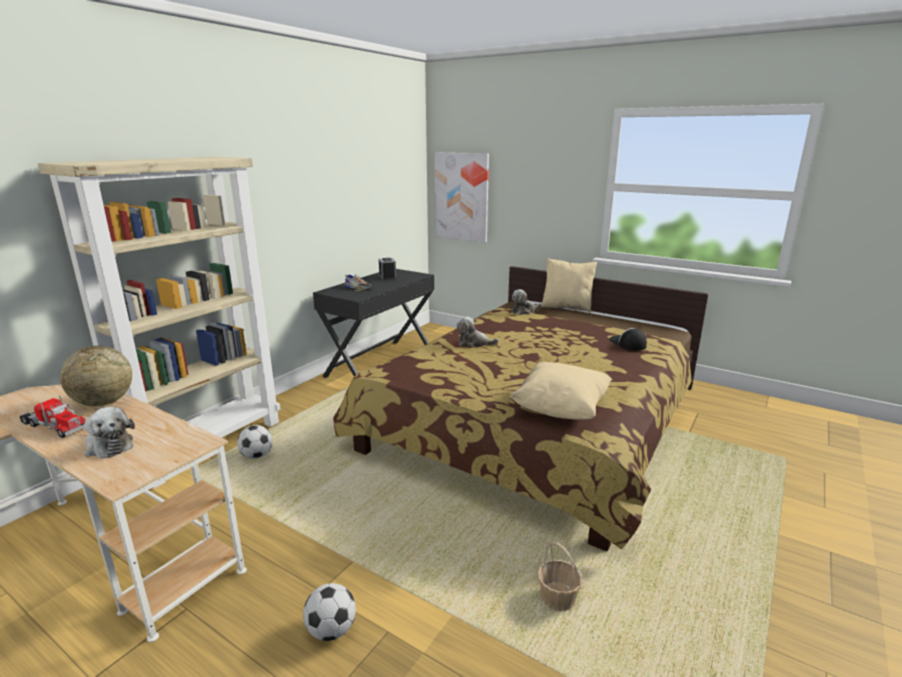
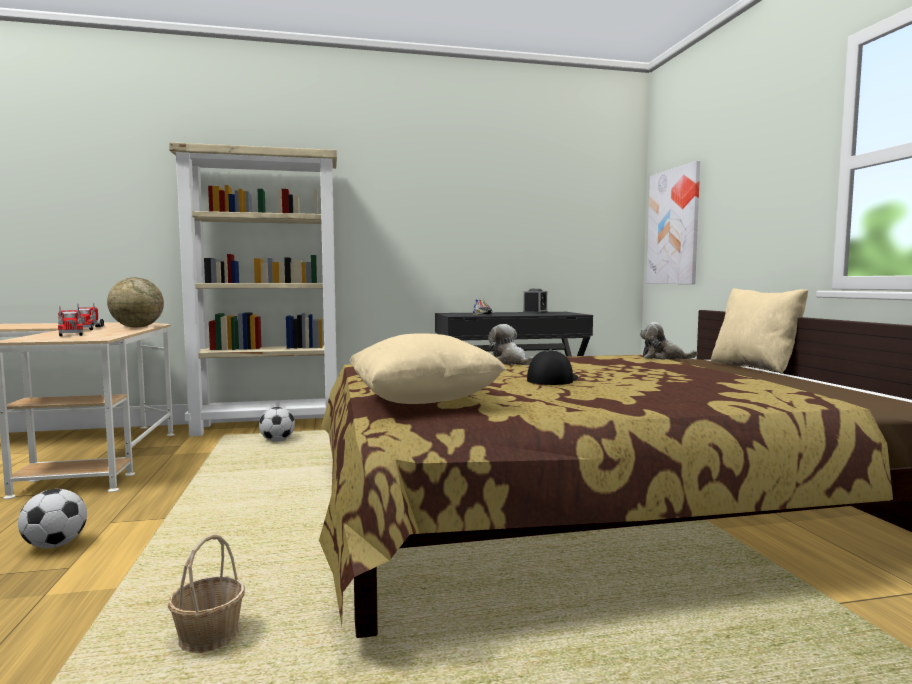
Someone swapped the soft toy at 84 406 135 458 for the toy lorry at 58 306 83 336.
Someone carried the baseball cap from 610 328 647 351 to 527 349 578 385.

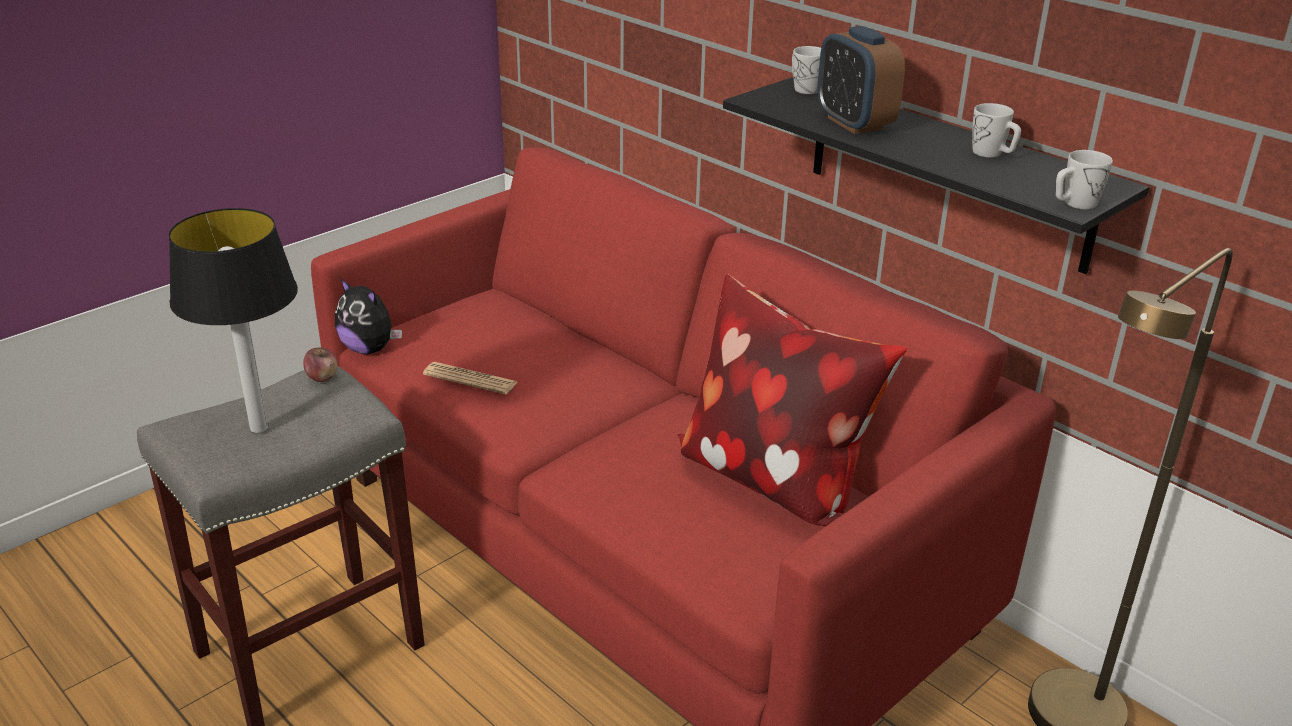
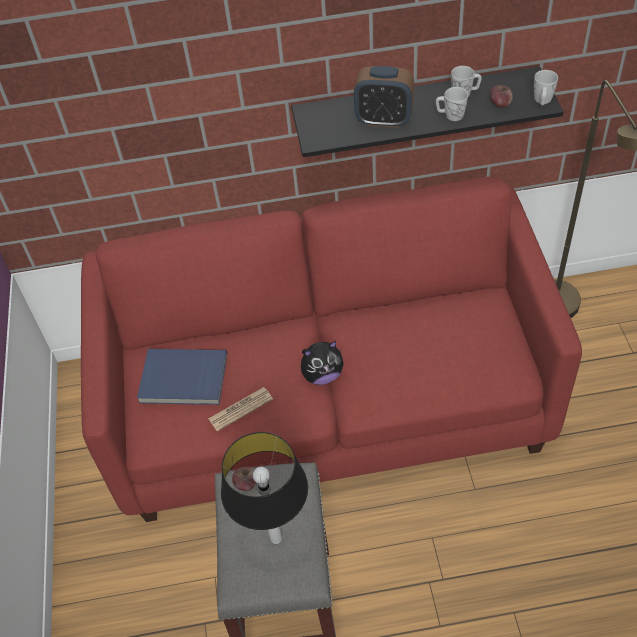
Someone carried the soft toy from 335 278 402 354 to 301 341 344 385.
Someone took away the cushion at 677 274 907 527.
Someone carried the whitish coffee mug from 792 46 821 94 to 436 87 468 121.
Someone put down the blue-coloured bound book at 137 349 227 405.
Someone put down the whole apple at 490 85 513 108.

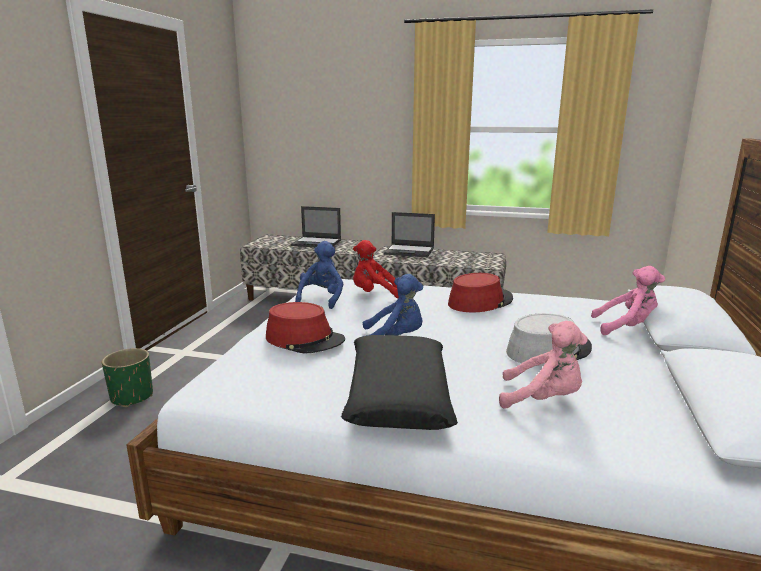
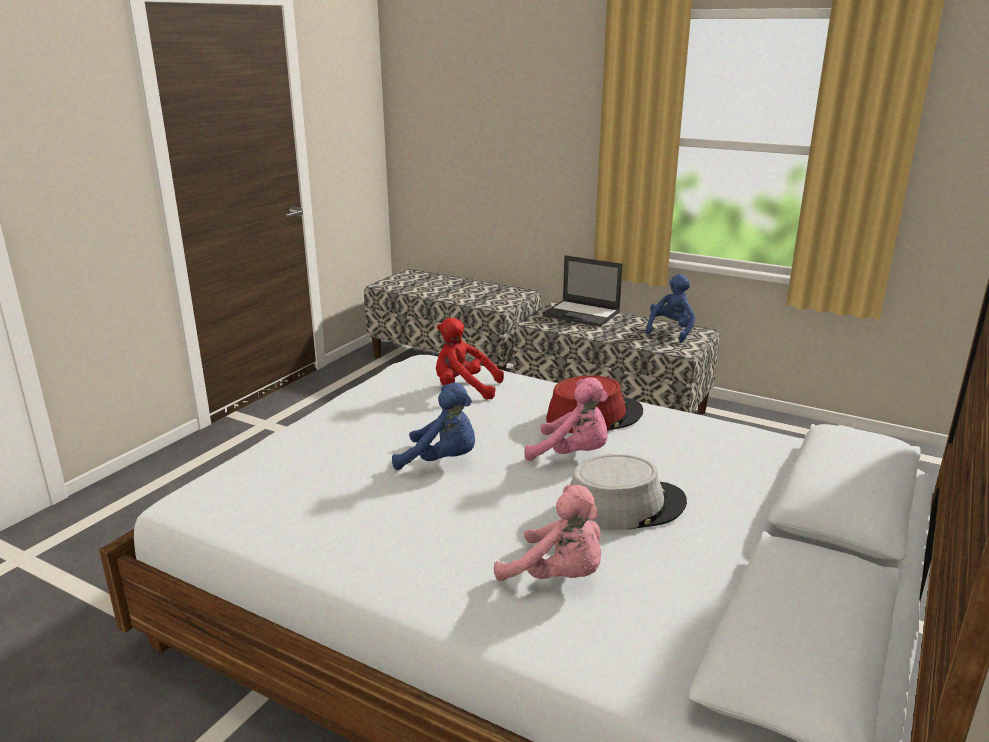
Someone took away the green flower pot at 102 348 153 407.
Someone took away the reddish hat at 266 302 345 354.
Someone took away the laptop at 291 206 341 247.
Someone carried the blue-coloured soft toy from 295 241 343 309 to 645 274 696 342.
Someone took away the black cushion at 341 335 458 430.
Someone carried the pinkish soft toy from 591 266 665 335 to 524 377 608 461.

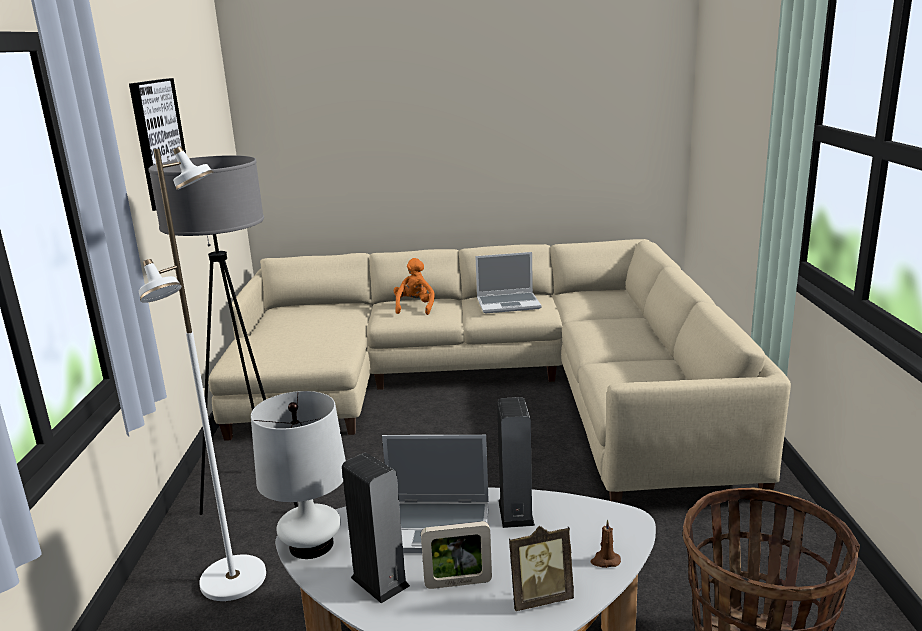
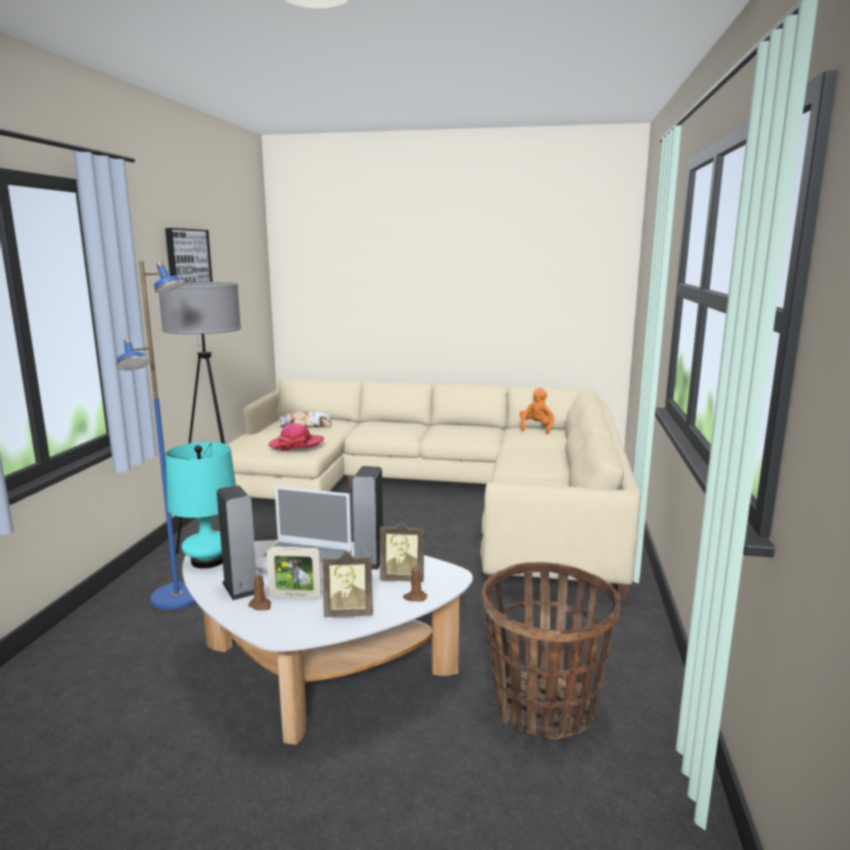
Someone repainted the whitish standard lamp at 139 146 266 601, which became the blue-coloured standard lamp at 116 261 196 610.
Someone repainted the whitish tabletop lamp at 251 391 346 559, which became the turquoise tabletop lamp at 165 442 236 569.
Someone carried the orange-coloured soft toy from 394 258 435 315 to 520 388 554 434.
Someone took away the laptop at 475 252 541 314.
Someone put down the brown-coloured wax candle at 248 569 271 610.
Someone put down the hat at 268 423 324 450.
Someone put down the cushion at 279 411 332 428.
Someone put down the photo frame at 380 522 424 582.

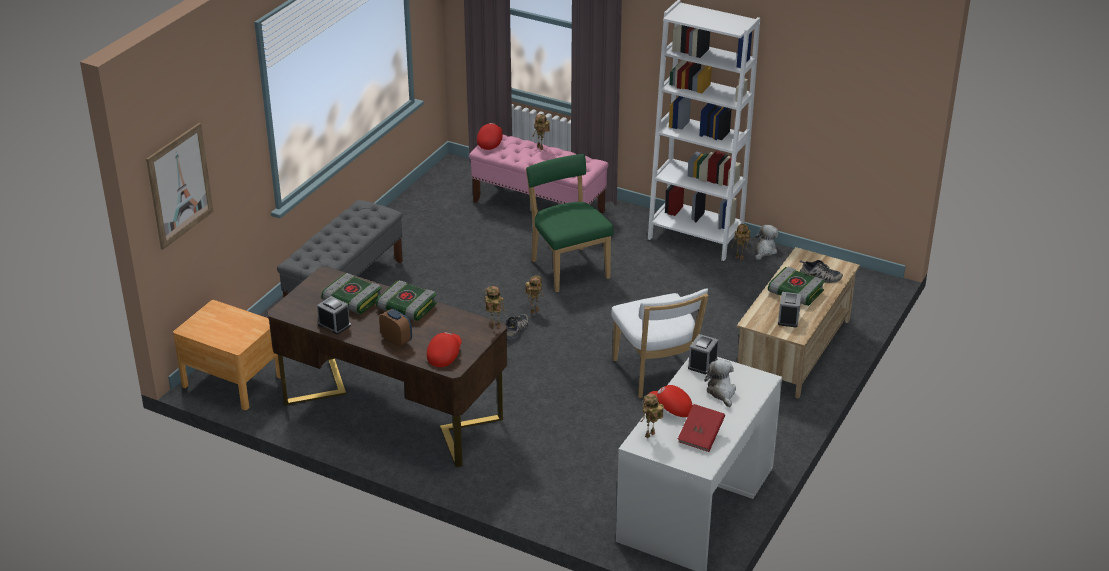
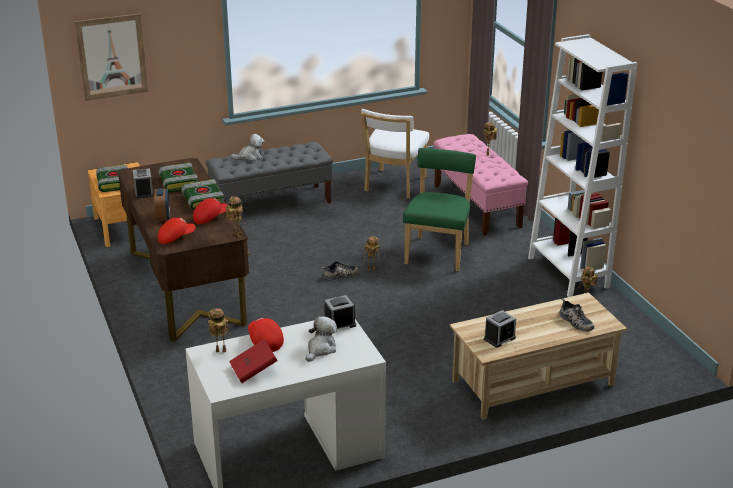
Someone carried the reddish baseball cap from 477 123 503 150 to 193 198 228 224.
Someone carried the whitish chair from 611 289 709 398 to 361 109 429 199.
Someone carried the soft toy from 755 225 779 260 to 231 134 264 161.
Someone carried the bound book from 768 267 825 306 to 96 165 128 192.

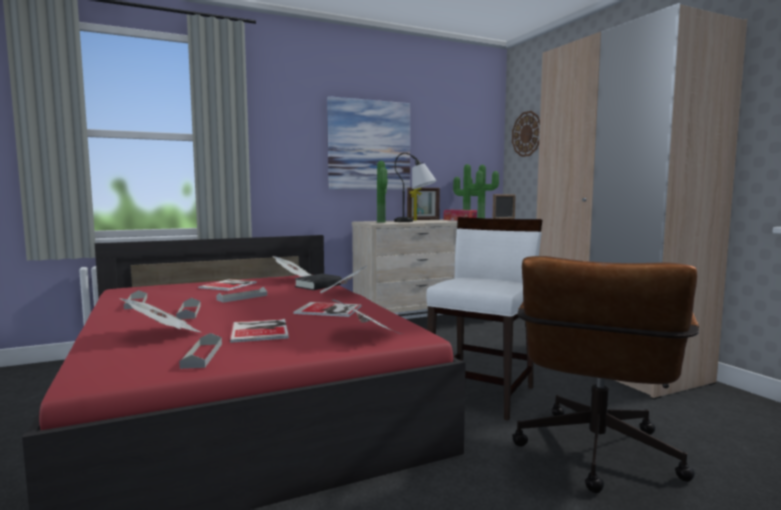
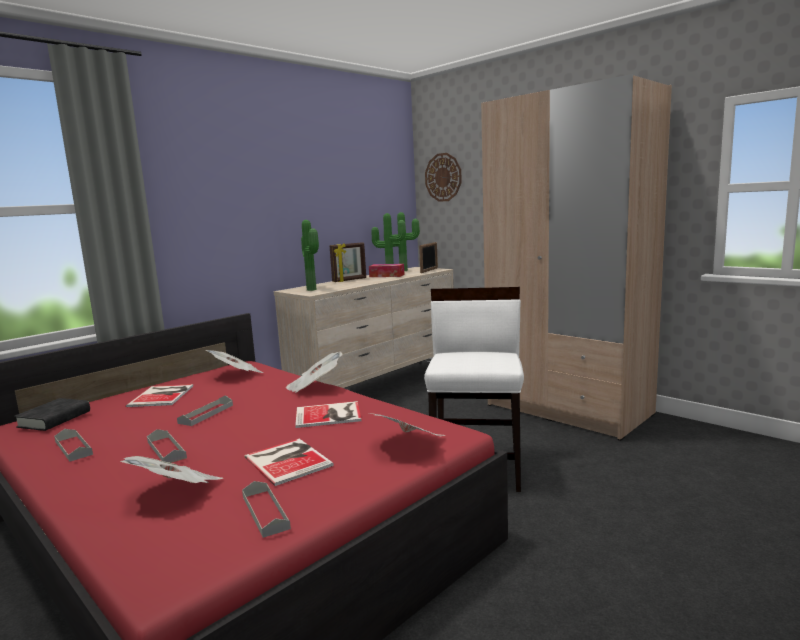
Someone carried the black bound book from 295 274 342 290 to 14 398 90 431.
Someone took away the wall art at 327 96 410 190.
Someone took away the tabletop lamp at 394 153 437 222.
Someone took away the brown-coloured office chair at 512 256 699 493.

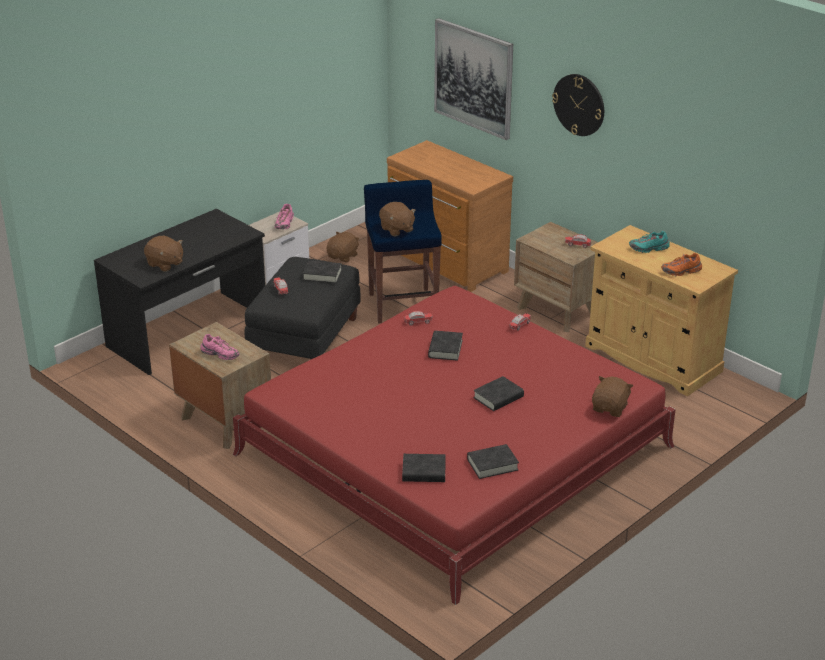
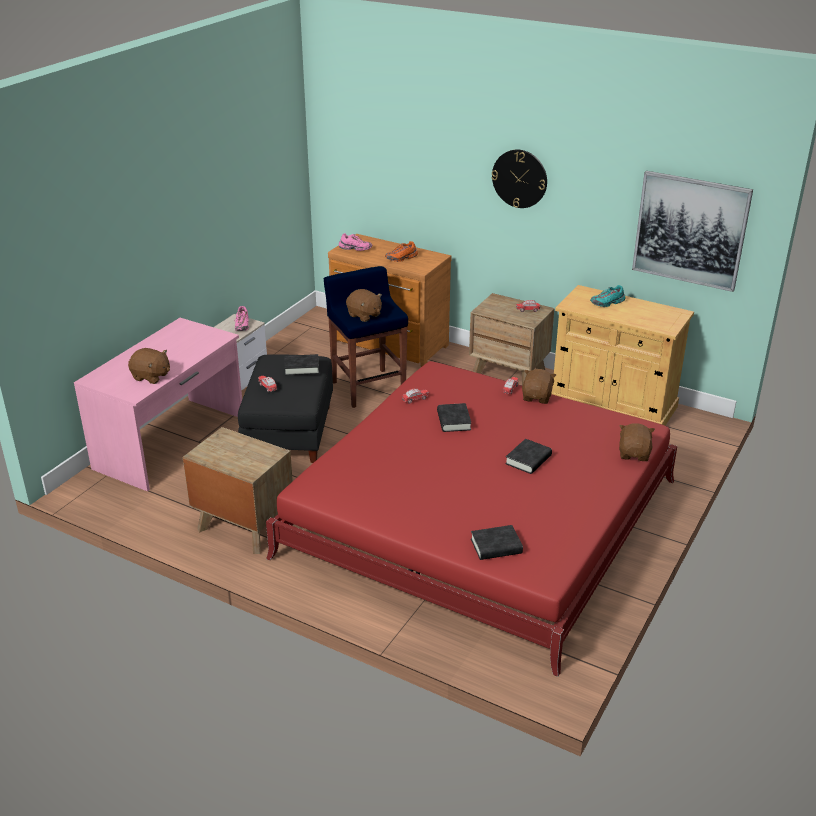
Someone repainted the black desk at 94 209 265 375, which became the pinkish desk at 74 318 242 492.
Someone carried the pinkish item of footwear from 200 334 240 360 to 339 233 372 251.
Someone carried the brown-coloured soft toy from 327 231 359 263 to 522 369 556 404.
Someone carried the wall art from 434 18 513 140 to 632 171 753 292.
Someone took away the black bound book at 467 444 519 479.
Someone carried the orange-coloured item of footwear from 661 253 702 276 to 385 241 418 262.

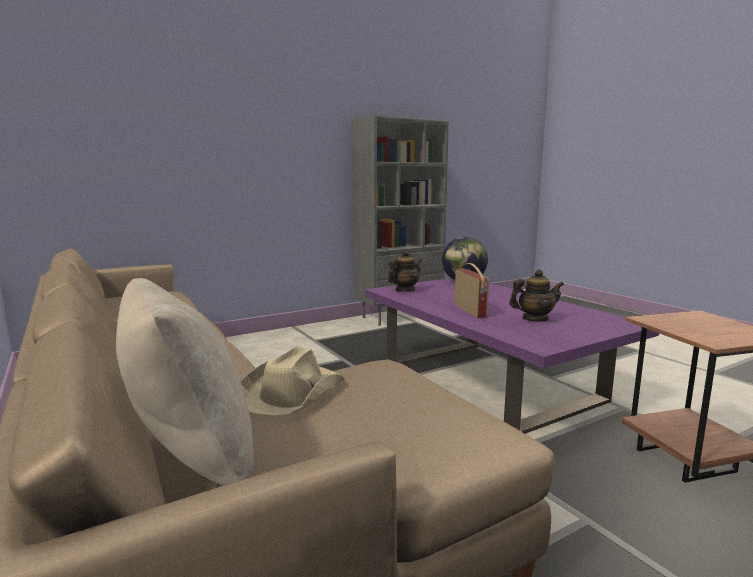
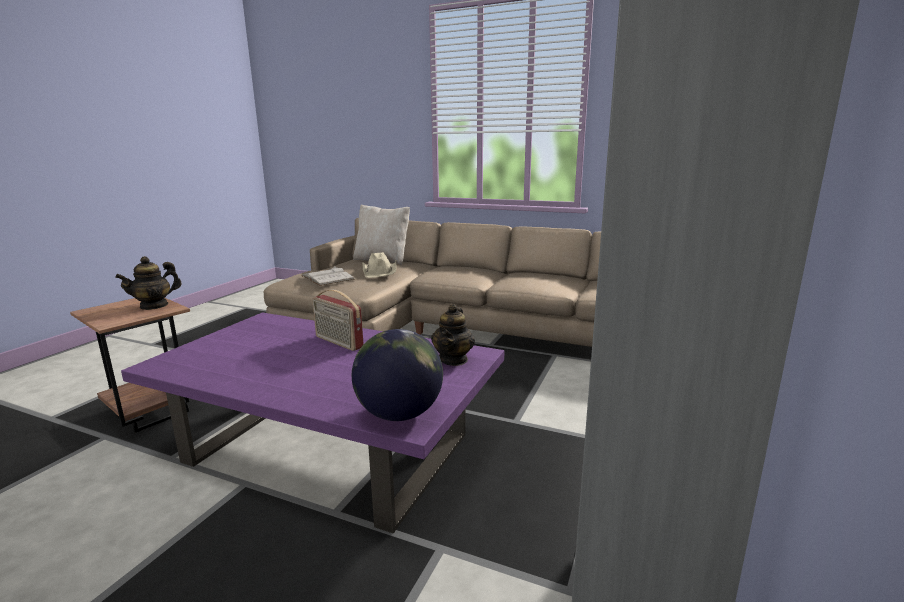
Someone carried the pot for tea from 509 269 564 322 to 115 256 182 310.
Someone put down the whitish bound book at 301 266 354 286.

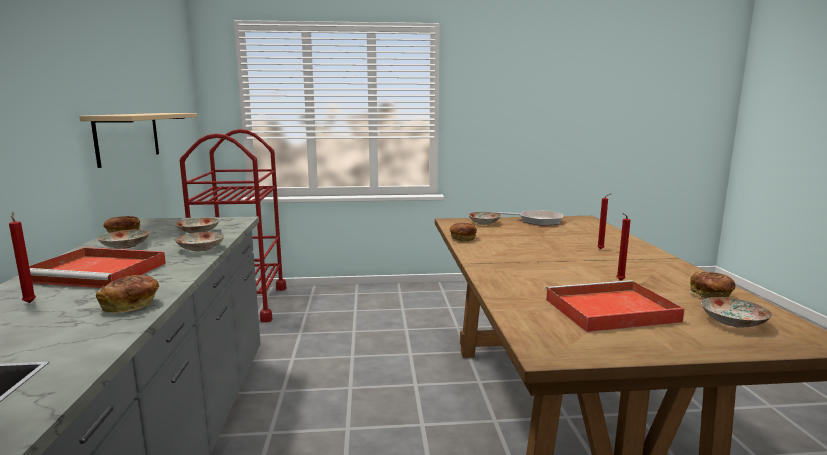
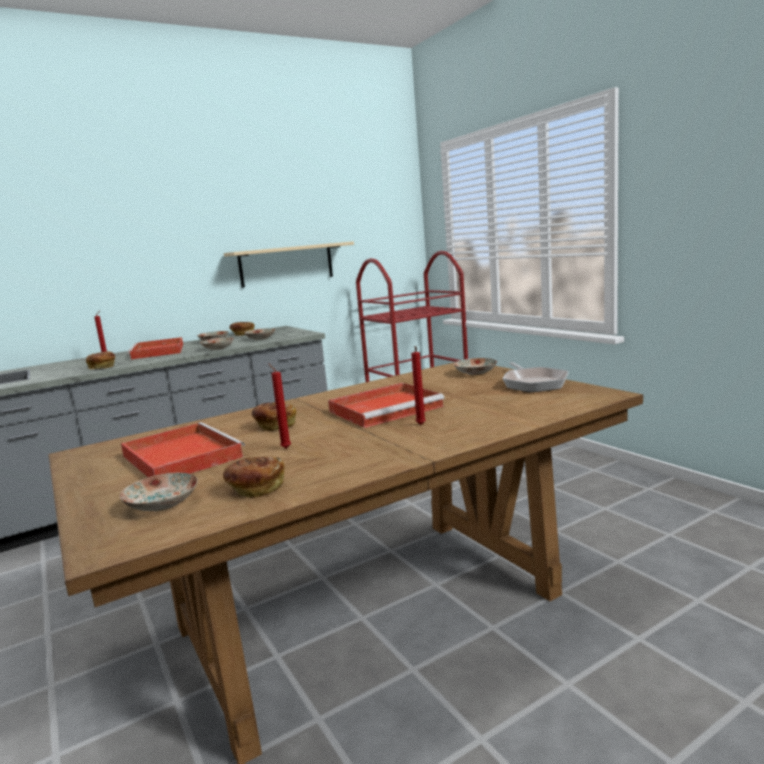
Someone carried the bread from 450 223 477 241 to 251 402 296 431.
Someone put down the reddish carrying tray at 328 383 445 428.

